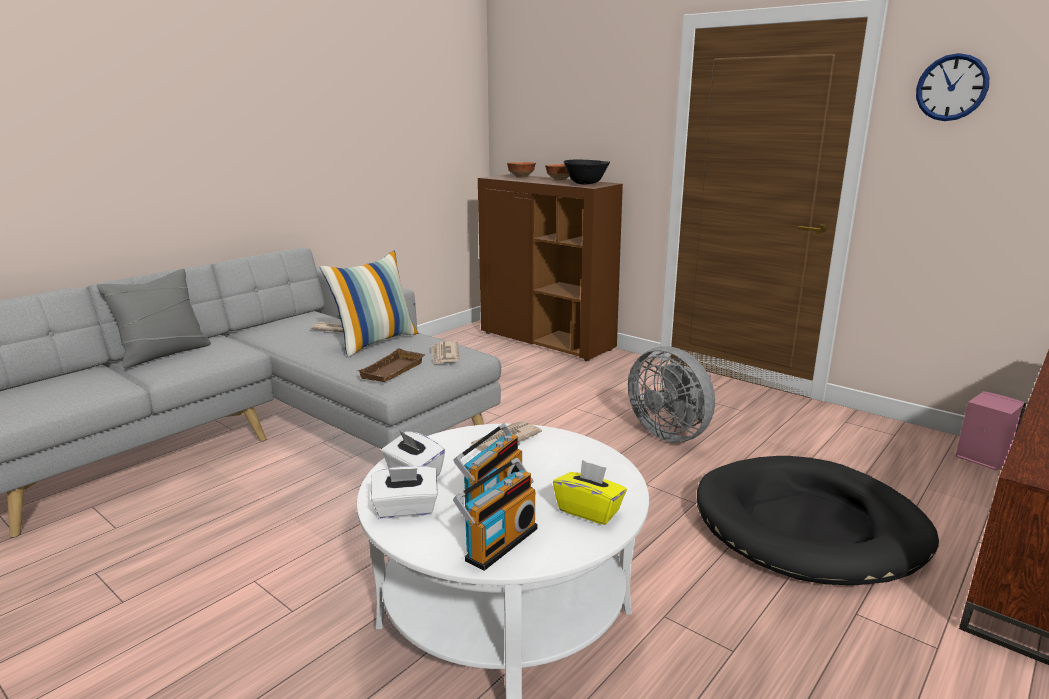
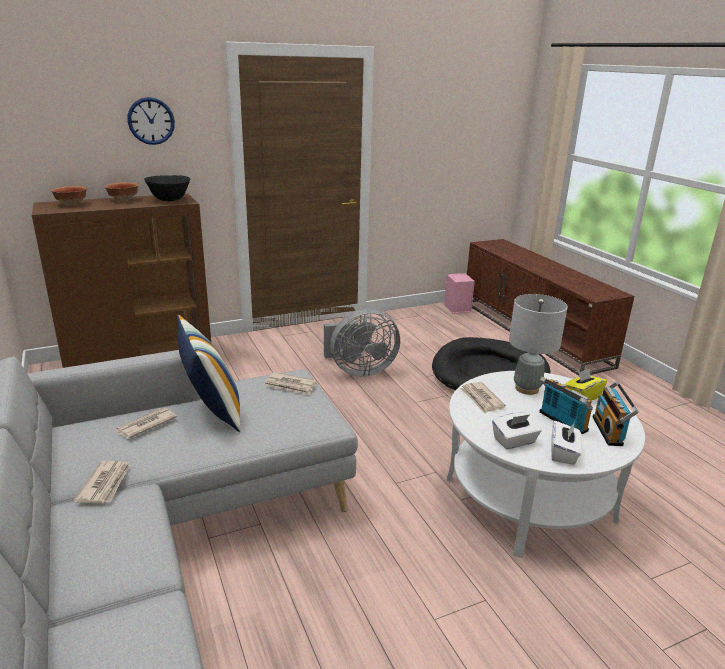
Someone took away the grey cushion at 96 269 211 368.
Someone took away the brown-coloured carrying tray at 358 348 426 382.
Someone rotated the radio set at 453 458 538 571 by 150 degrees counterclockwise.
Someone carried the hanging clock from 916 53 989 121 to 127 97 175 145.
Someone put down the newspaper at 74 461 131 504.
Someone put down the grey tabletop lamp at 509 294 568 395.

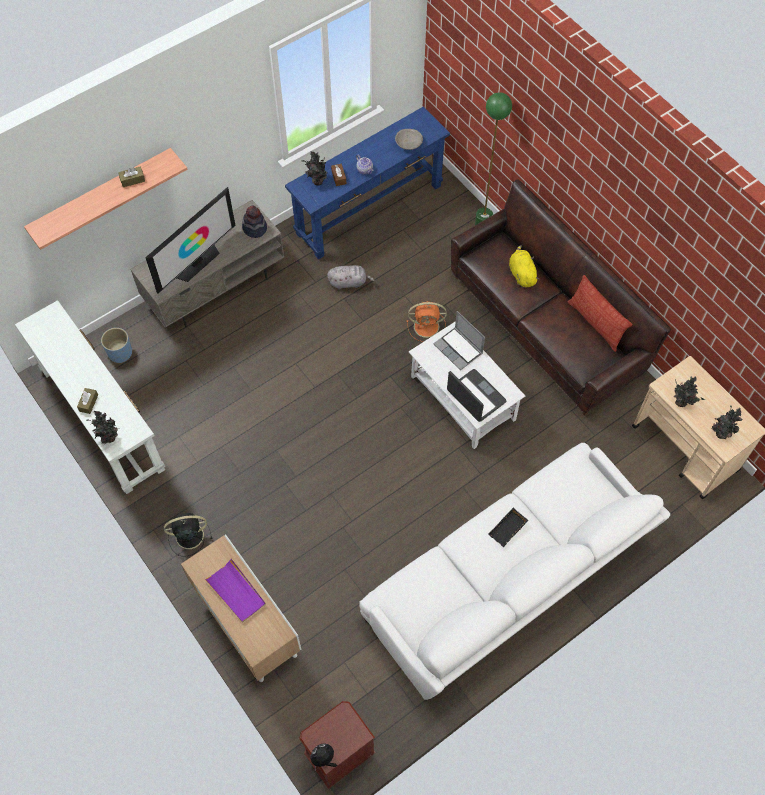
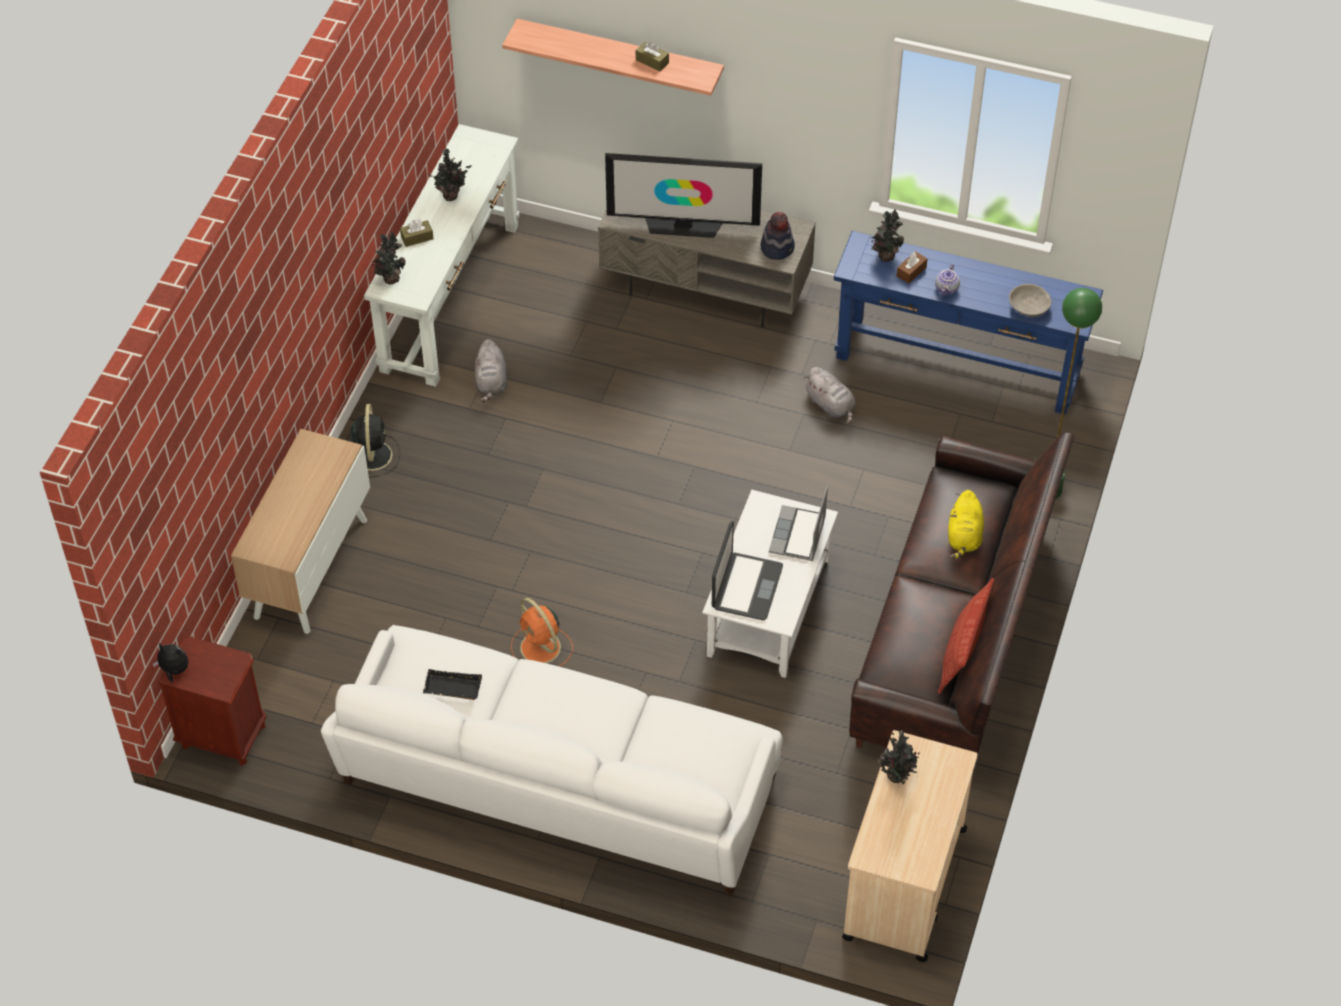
Someone took away the blue-coloured flower pot at 101 328 132 363.
Someone rotated the black electric fan at 164 513 212 557 by 45 degrees clockwise.
Someone took away the purple carrying tray at 205 558 266 623.
Someone carried the orange-coloured electric fan from 407 301 447 342 to 511 598 573 667.
Someone carried the black carrying tray from 488 508 528 547 to 423 669 482 700.
Someone rotated the yellow soft toy at 509 245 540 287 by 150 degrees clockwise.
Someone carried the plant in a pot from 711 405 743 439 to 427 148 472 201.
Someone put down the grey soft toy at 475 339 508 403.

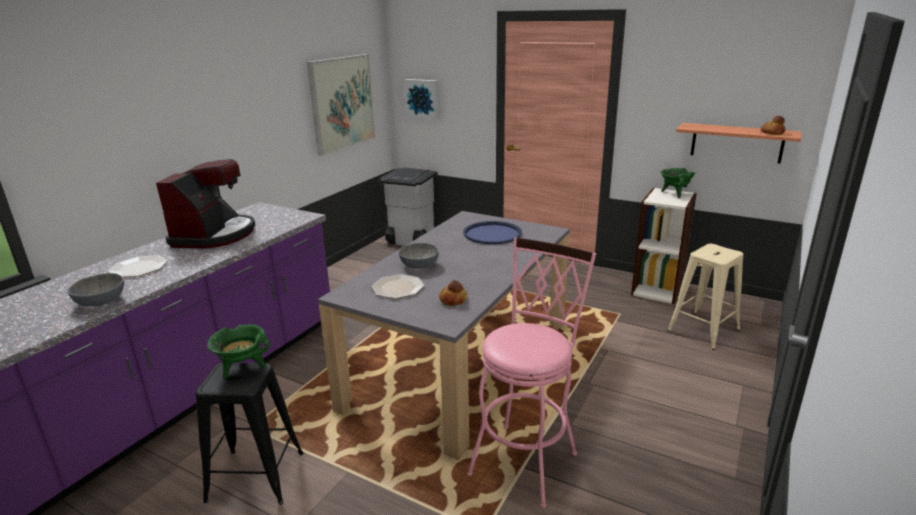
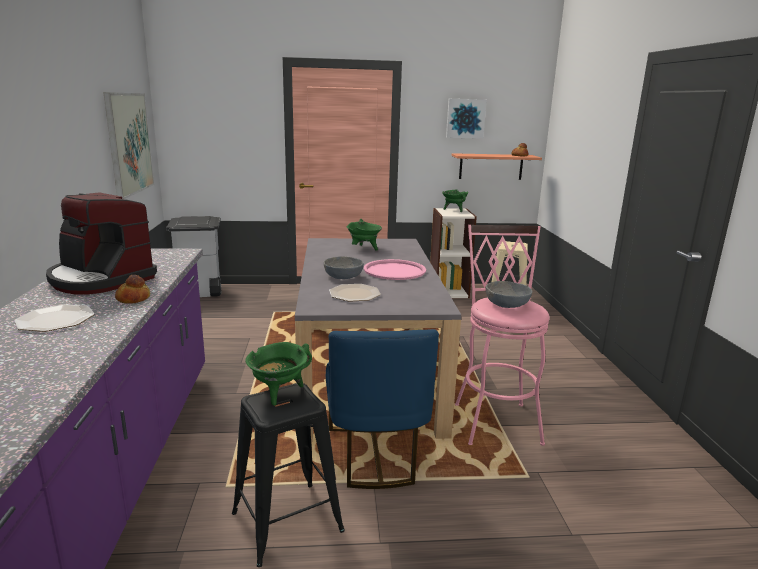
Someone carried the grey serving bowl from 68 273 124 307 to 486 281 532 308.
Someone rotated the coffee maker at 156 159 255 249 by 150 degrees clockwise.
Someone carried the wall art from 404 79 439 120 to 446 99 487 139.
Someone carried the bread from 439 280 468 306 to 115 275 150 304.
Someone swapped the blue-coloured carrying tray at 463 221 522 244 for the green saucepot at 347 219 382 251.
Someone put down the blue-coloured chair at 326 329 439 489.
Someone put down the pinkish carrying tray at 364 259 426 280.

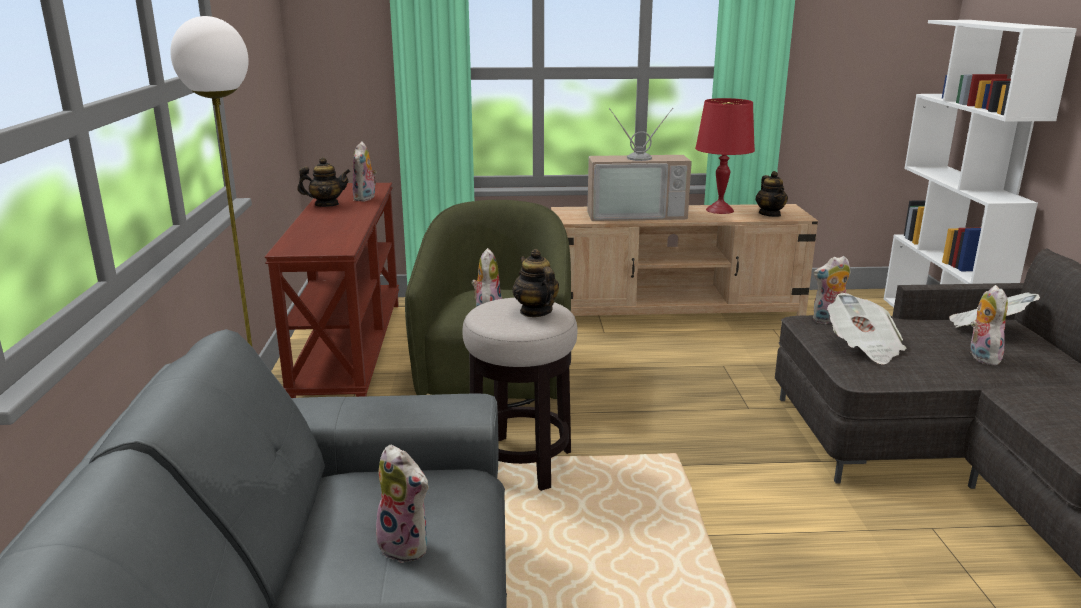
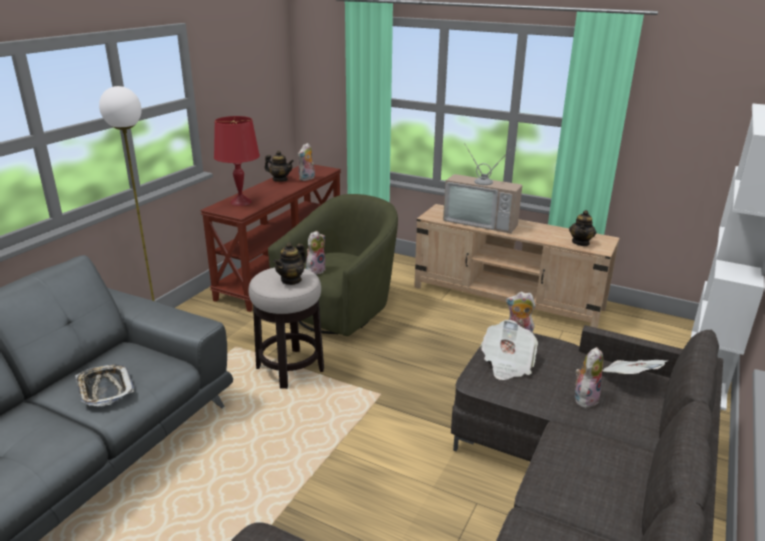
Someone swapped the soft toy at 375 445 430 563 for the carrying tray at 75 364 134 406.
Someone rotated the pot for tea at 513 249 559 317 by 150 degrees counterclockwise.
Someone carried the reddish tabletop lamp from 695 98 755 214 to 214 116 260 206.

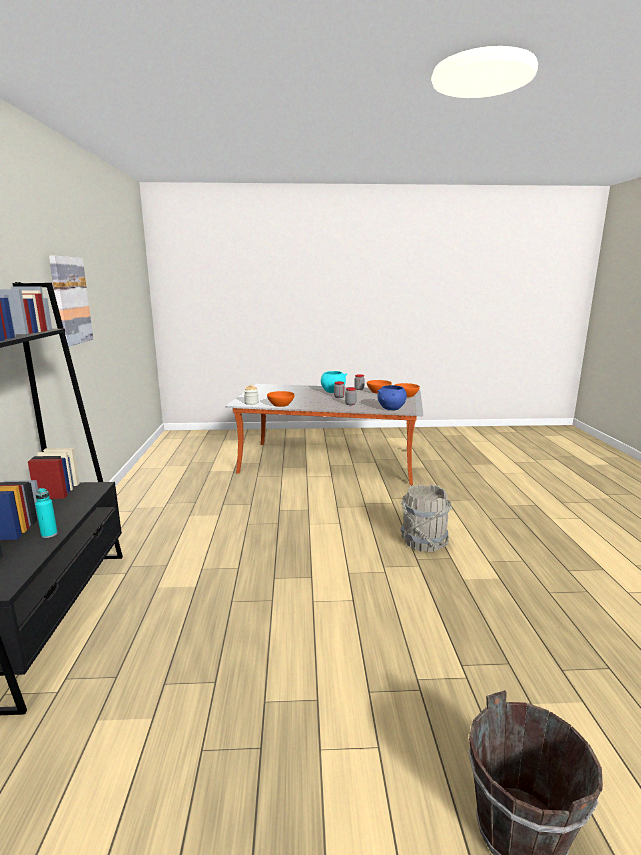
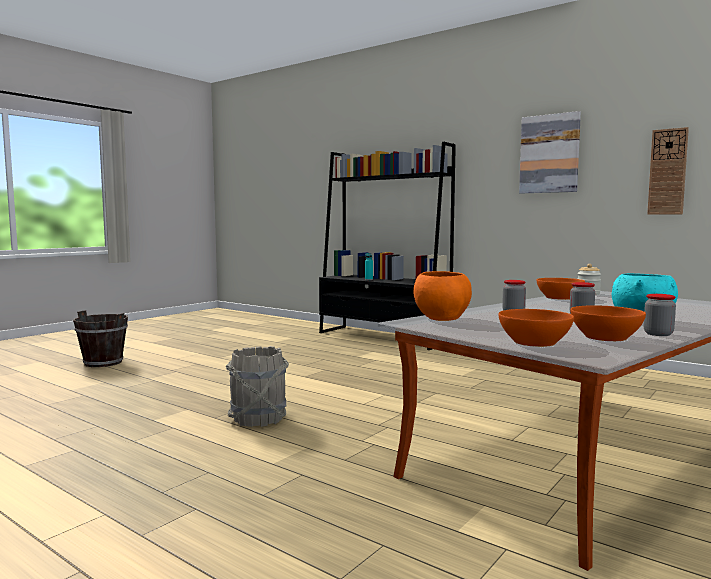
Someone repainted the blue-coloured serving bowl at 378 385 407 410, which became the orange-coloured serving bowl at 413 271 472 321.
Someone put up the hanging clock at 647 127 689 215.

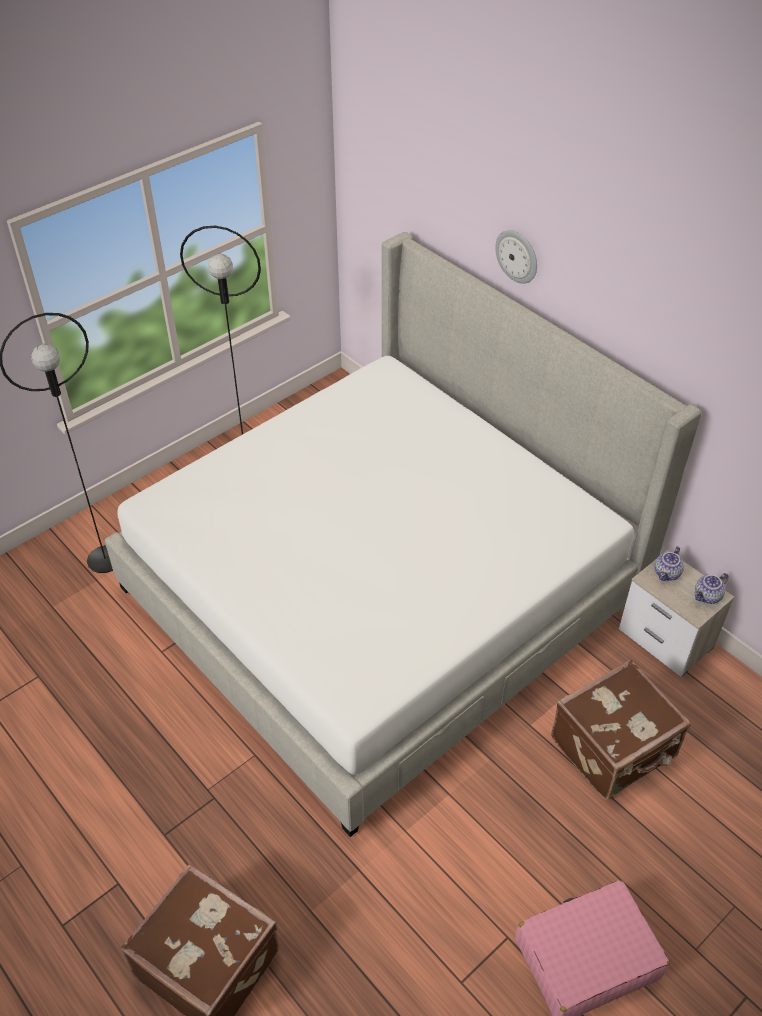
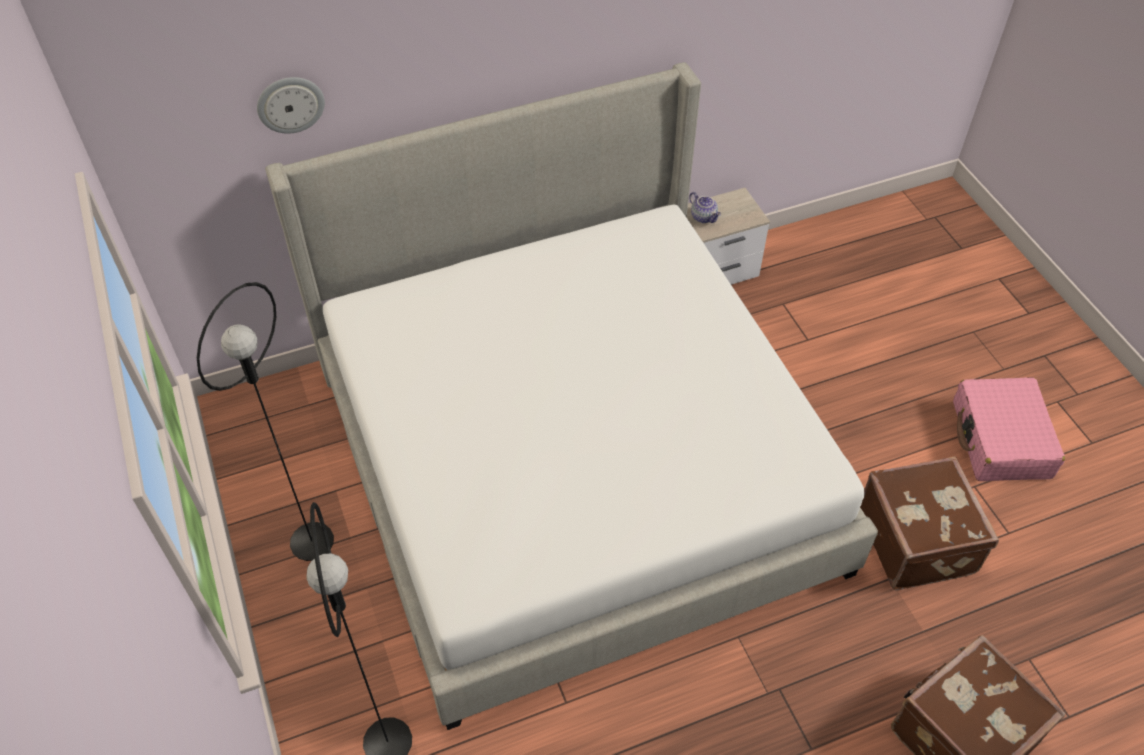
Someone carried the hanging clock from 495 230 537 284 to 257 77 325 134.
Someone carried the brown-coloured piece of luggage from 551 659 691 800 to 860 457 999 591.
Someone took away the pot for tea at 695 573 729 604.

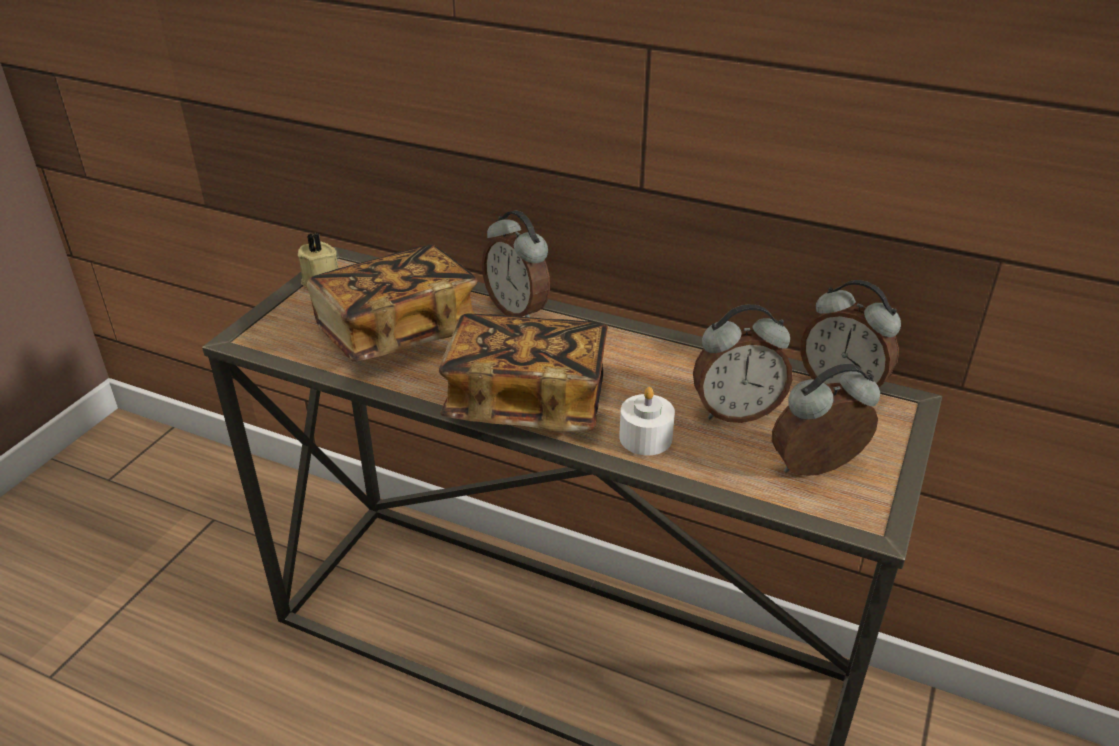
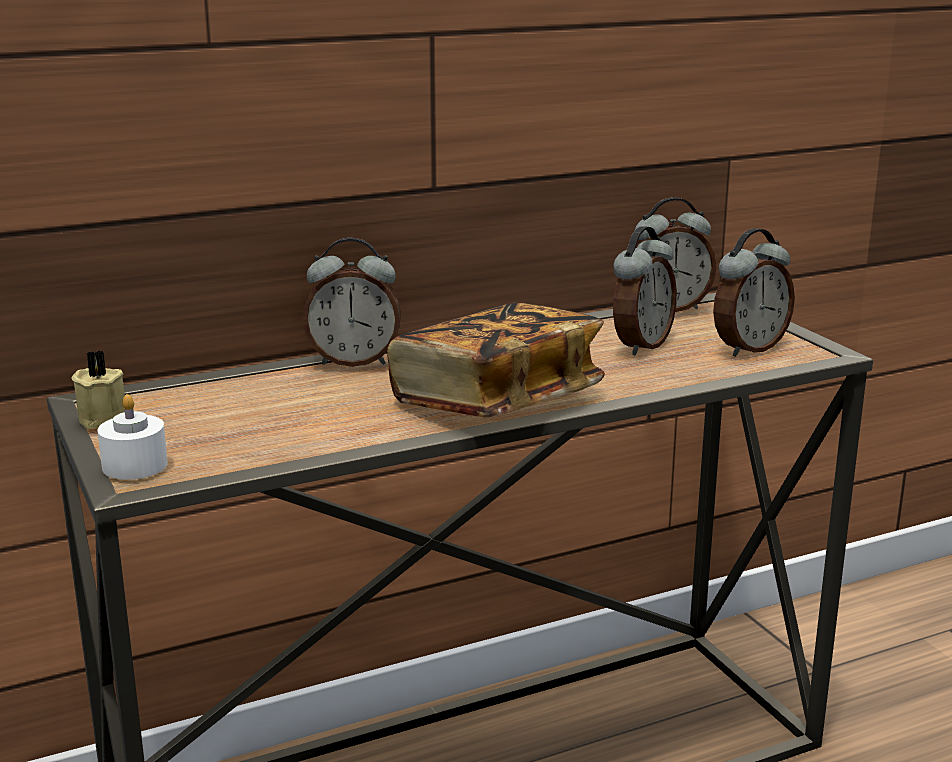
Someone took away the bound book at 306 245 478 362.
Someone carried the whitish wax candle from 619 387 675 455 to 97 394 168 480.
Someone rotated the bedside clock at 772 364 880 476 by 150 degrees counterclockwise.

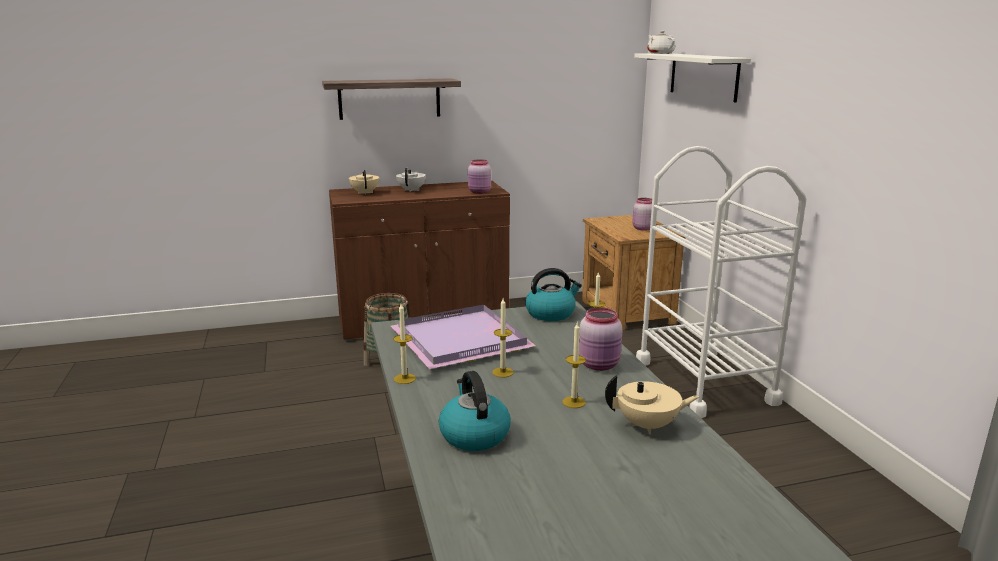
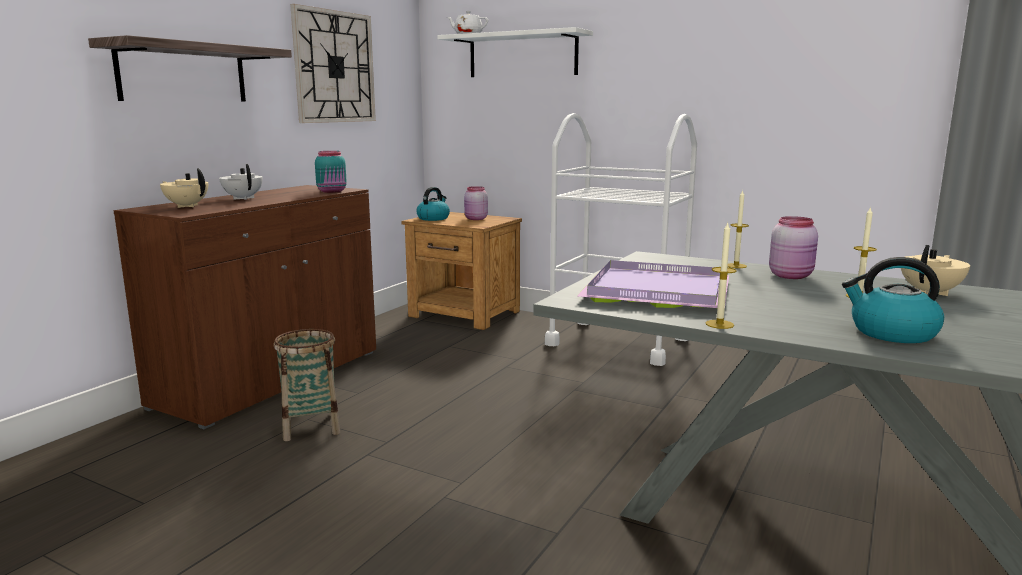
Someone repainted the pinkish jar at 468 159 491 194, which became the turquoise jar at 315 151 347 193.
Someone took away the wax candle at 492 298 514 378.
Someone carried the tea kettle from 525 268 582 321 to 416 187 450 221.
Someone put up the hanging clock at 290 4 376 123.

